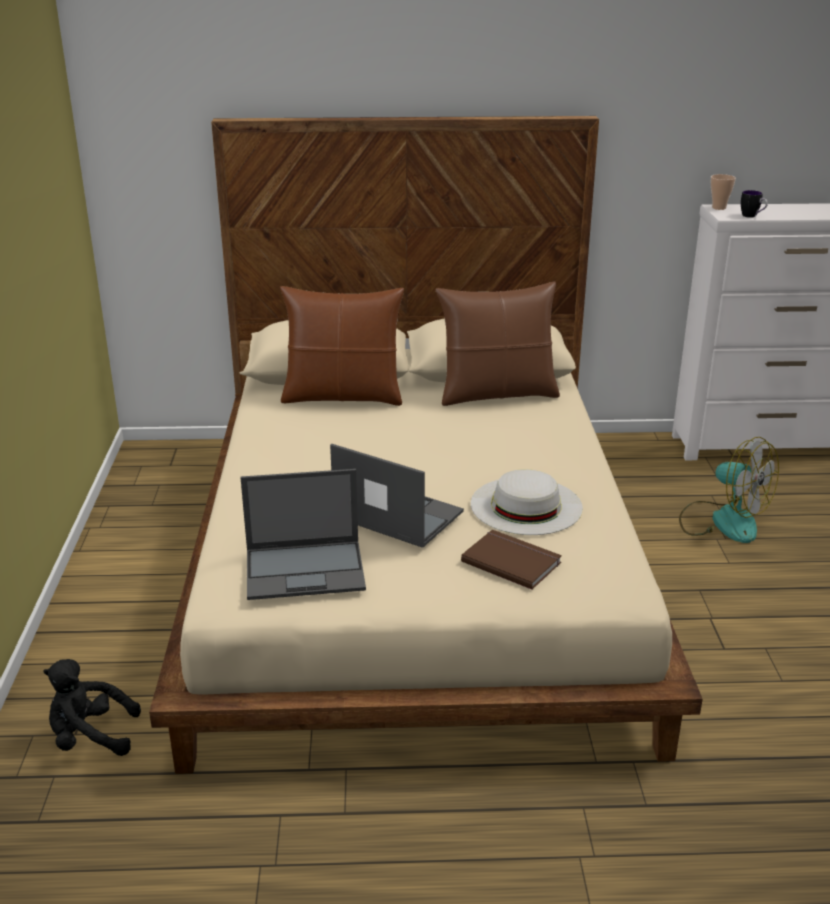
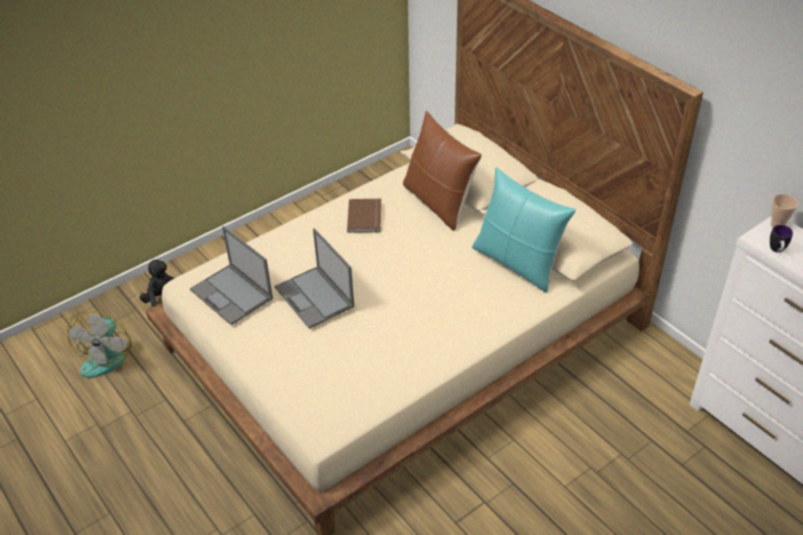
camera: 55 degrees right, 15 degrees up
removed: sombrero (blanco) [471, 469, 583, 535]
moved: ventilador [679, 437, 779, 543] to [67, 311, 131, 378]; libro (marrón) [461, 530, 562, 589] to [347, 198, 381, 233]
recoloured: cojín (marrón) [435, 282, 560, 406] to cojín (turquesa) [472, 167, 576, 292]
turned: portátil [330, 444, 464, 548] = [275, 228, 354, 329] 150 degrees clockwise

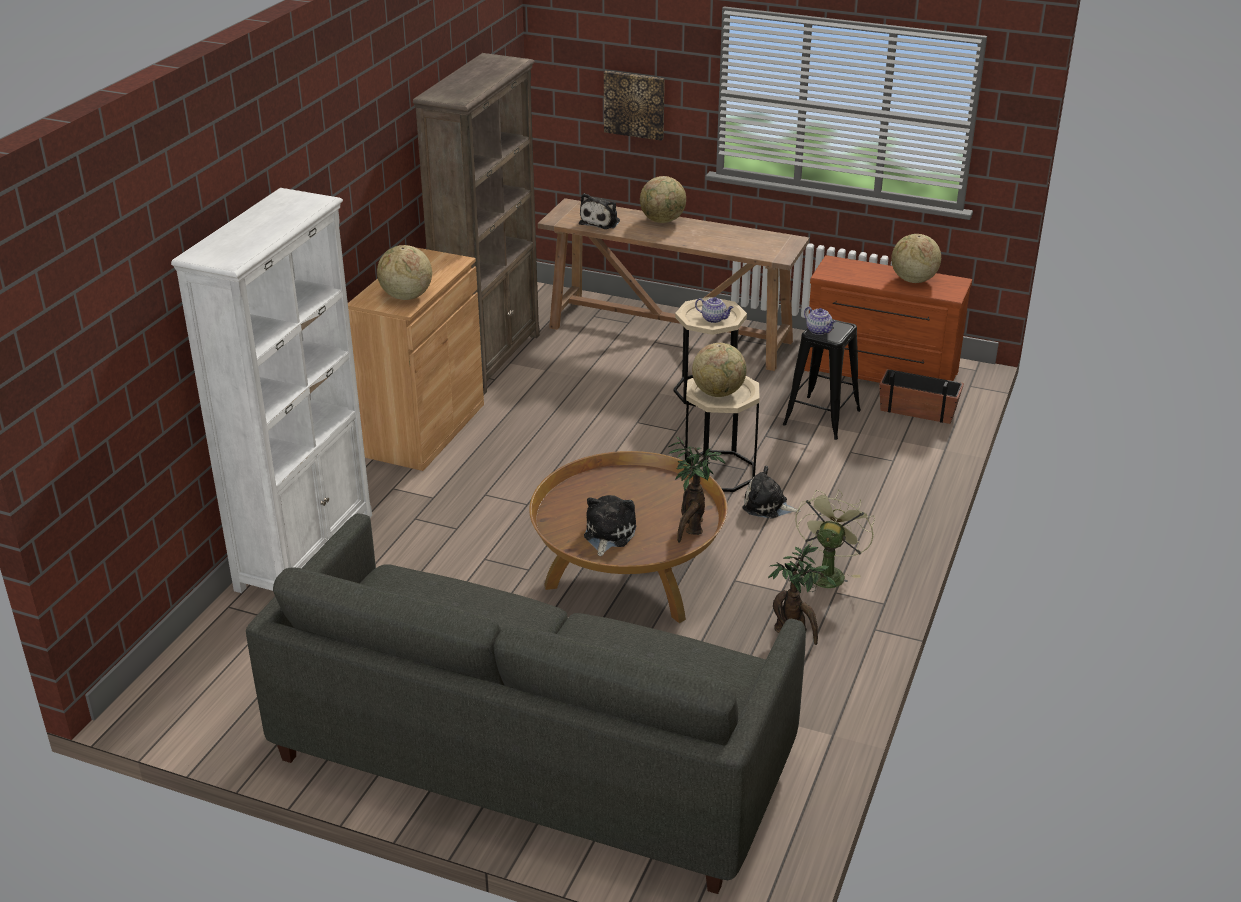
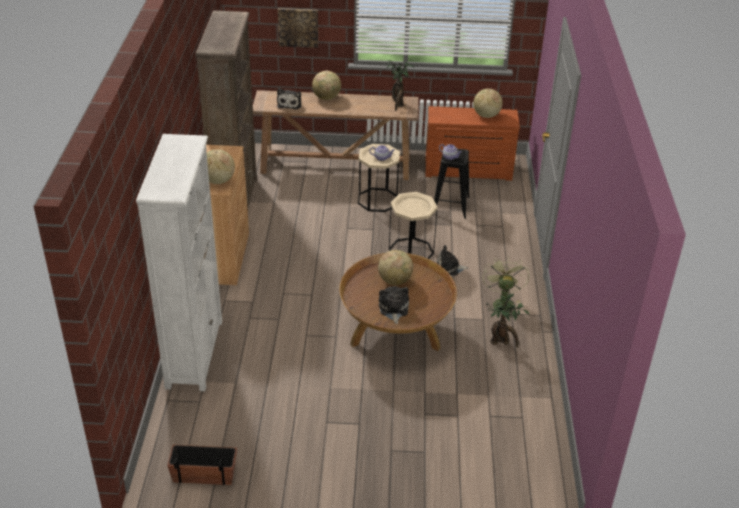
camera: 20 degrees left, 5 degrees up
removed: sofá (gris) [246, 513, 806, 894]
moved: globo terráqueo [692, 343, 747, 397] to [378, 250, 413, 285]; maceta [879, 369, 964, 424] to [167, 445, 237, 485]; planta en maceta [669, 437, 726, 543] to [385, 60, 414, 111]

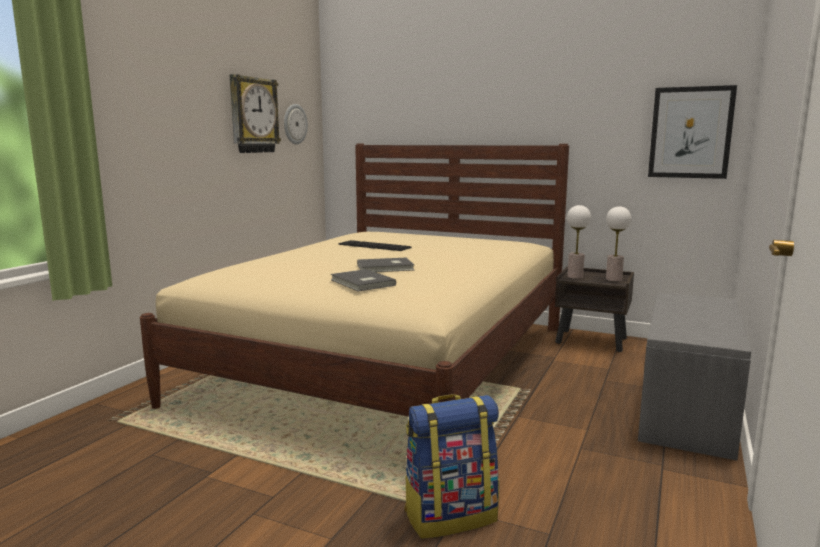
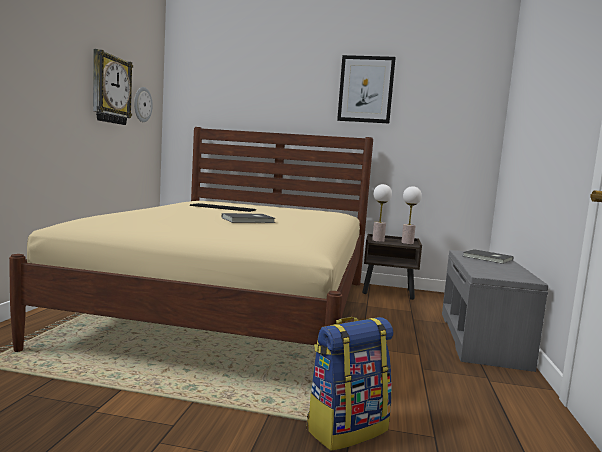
camera: 15 degrees left, 5 degrees down
moved: cuadro [648, 85, 737, 179] to [337, 55, 396, 123]; libro (gris) [330, 269, 396, 291] to [463, 249, 513, 264]

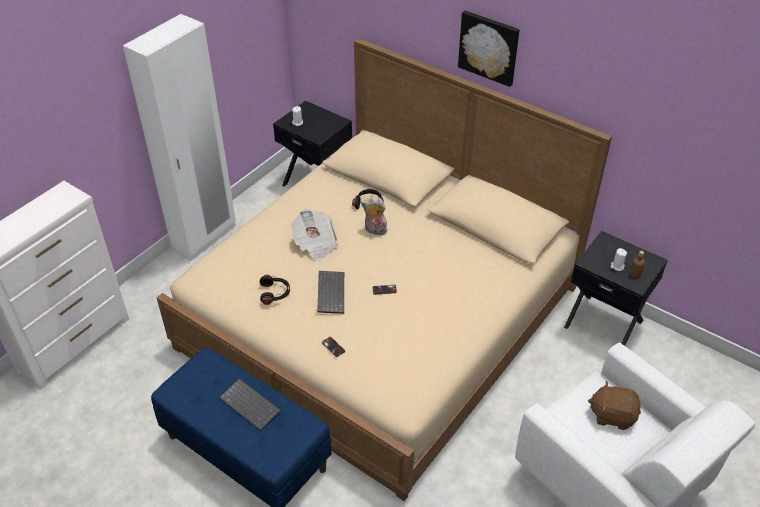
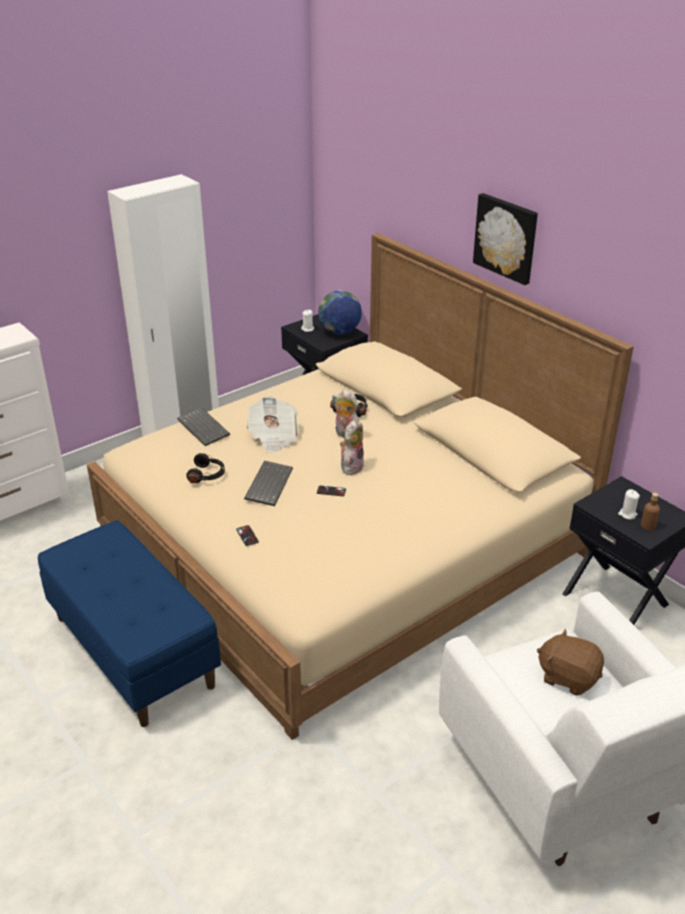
camera: 15 degrees right, 10 degrees down
added: globo terráqueo [318, 290, 362, 334]; peluche [340, 420, 364, 475]
moved: teclado [219, 379, 281, 431] to [177, 407, 230, 446]

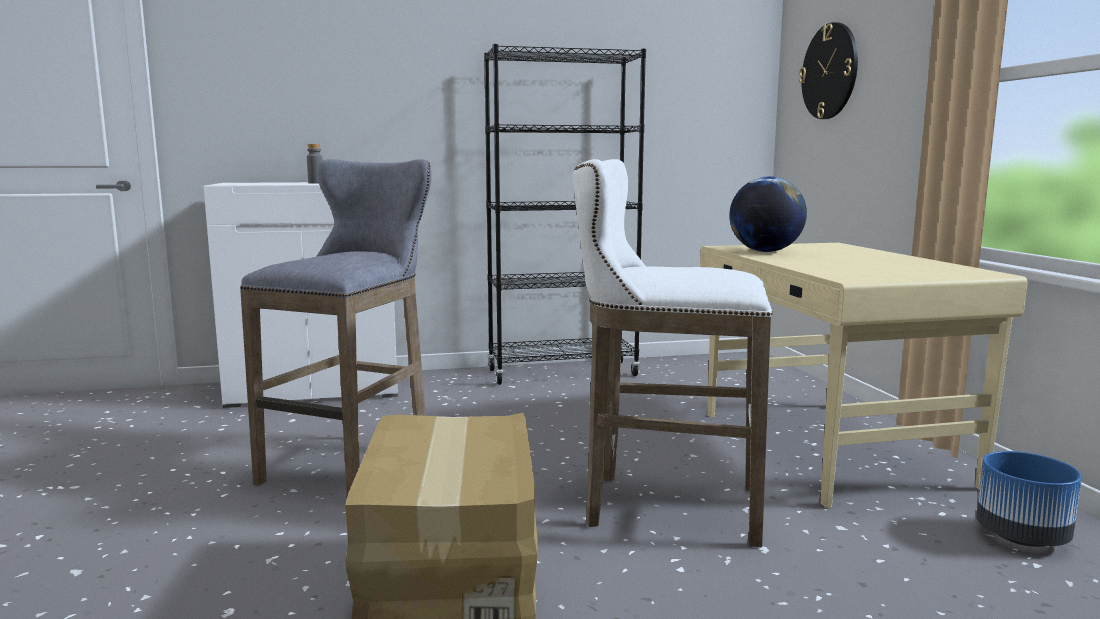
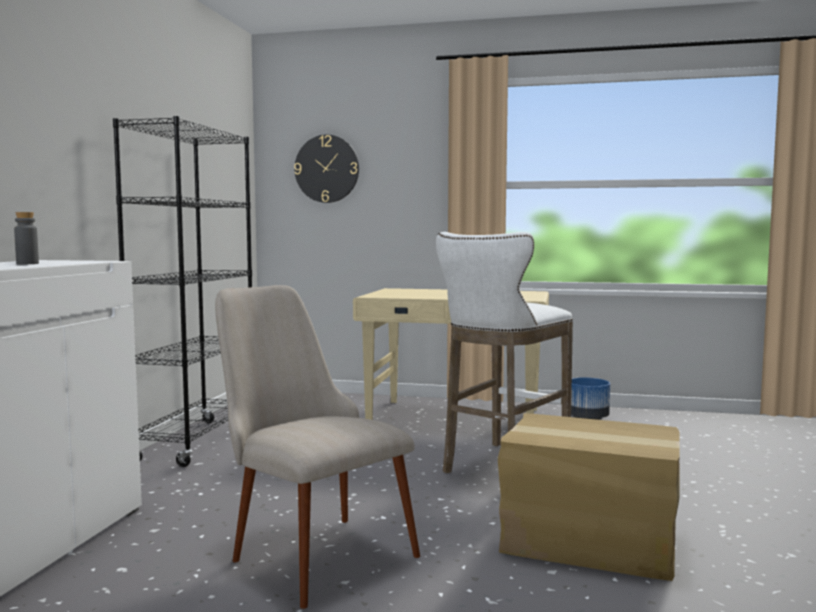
camera: 65 degrees left, 5 degrees down
removed: globo terráqueo [729, 176, 807, 252]
replaced: taburete (gris) [240, 159, 432, 497] to silla (beis) [215, 285, 420, 609]

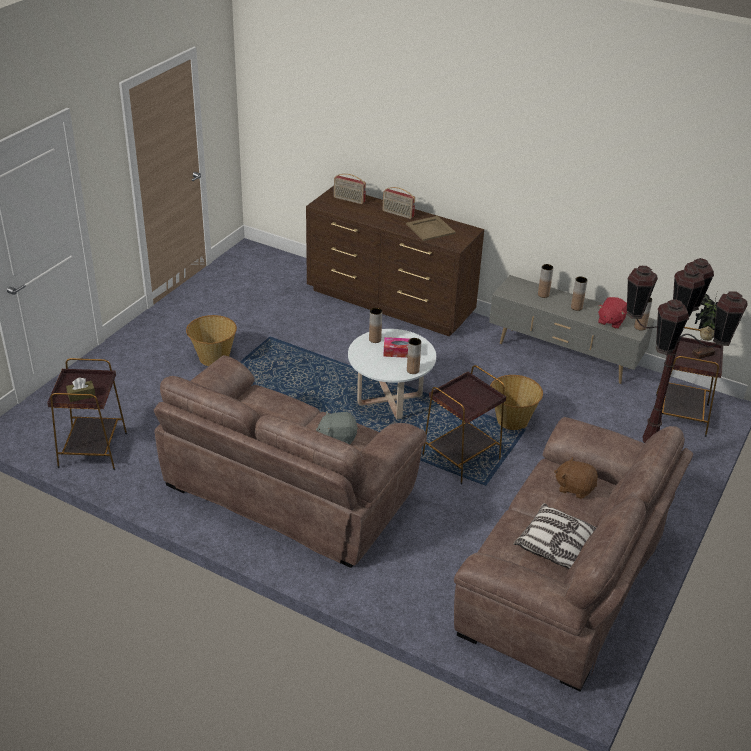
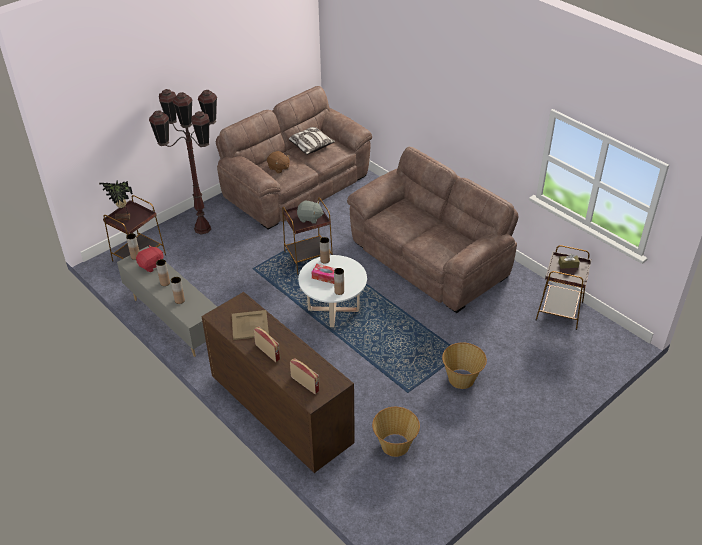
camera: 160 degrees left, 5 degrees up
moved: cesta [490, 375, 543, 430] to [372, 407, 420, 457]; peluche (gris) [316, 411, 358, 444] to [297, 201, 324, 224]

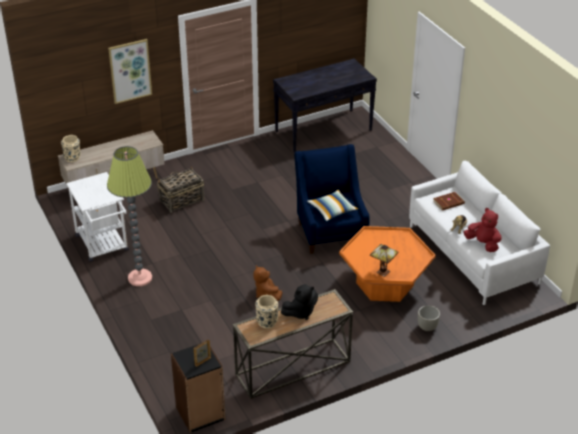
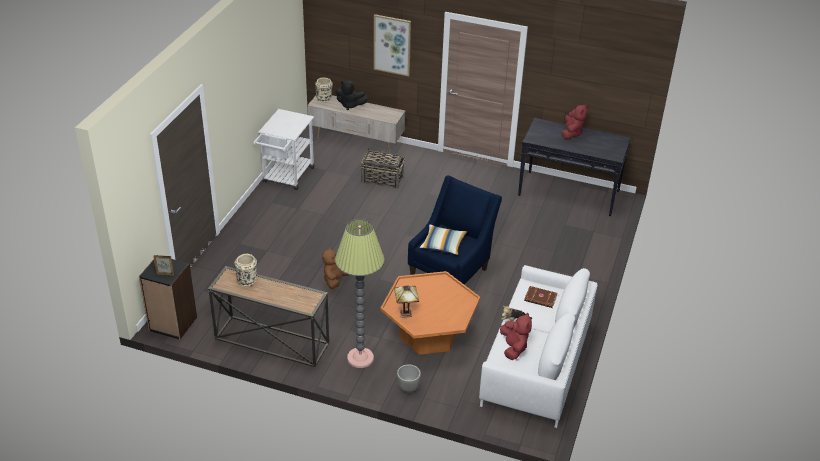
camera: 45 degrees right, 0 degrees up
added: peluche (rojo) [561, 104, 587, 139]
moved: lámpara de pie [107, 146, 152, 286] to [335, 219, 384, 368]; peluche (negro) [281, 284, 318, 320] to [336, 81, 368, 110]

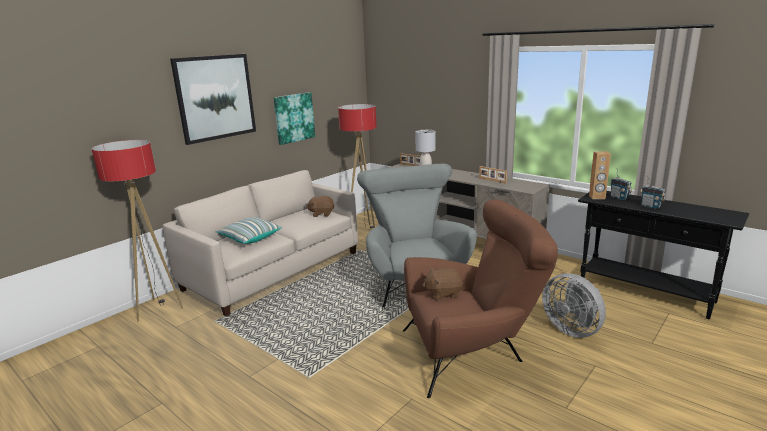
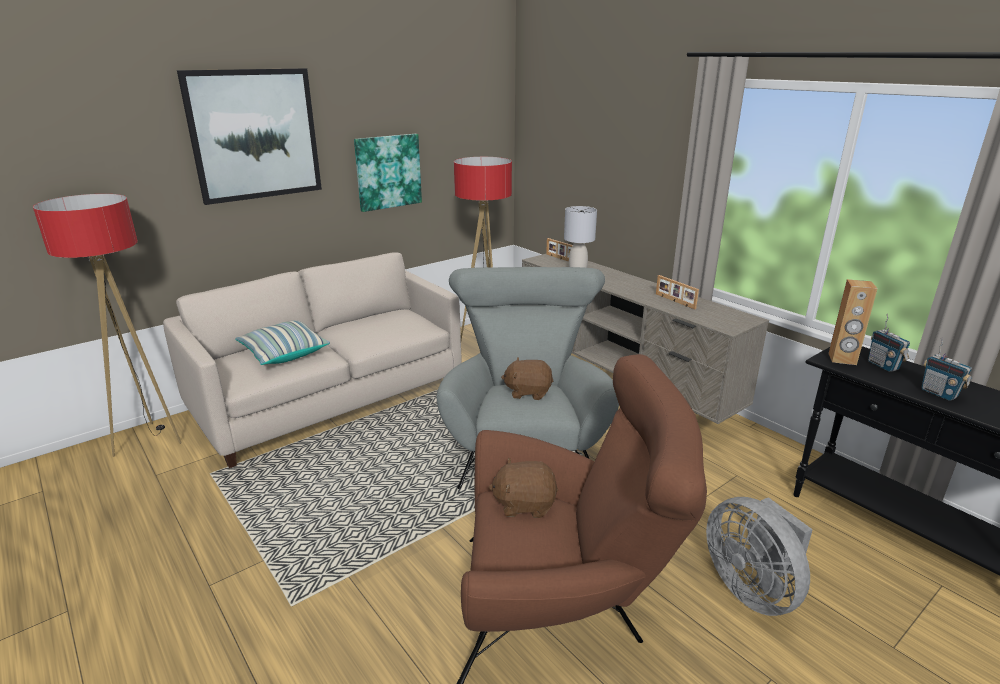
camera: 10 degrees right, 5 degrees up
moved: peluche (marrón) [306, 196, 335, 217] to [501, 357, 554, 400]

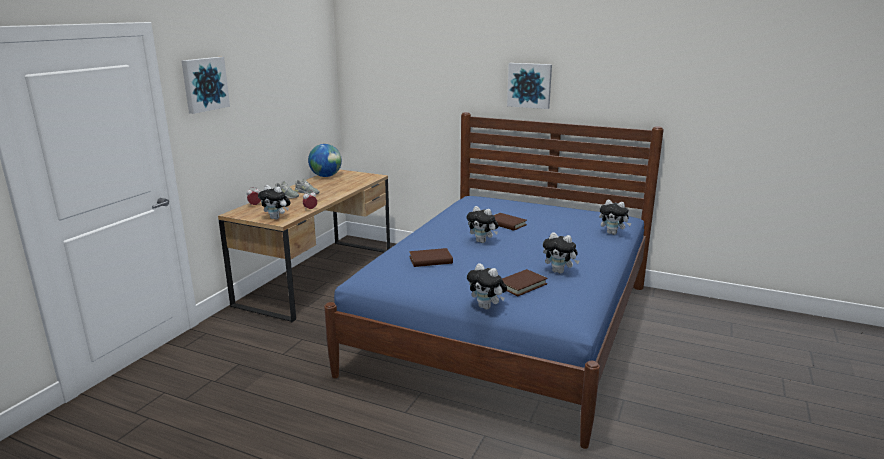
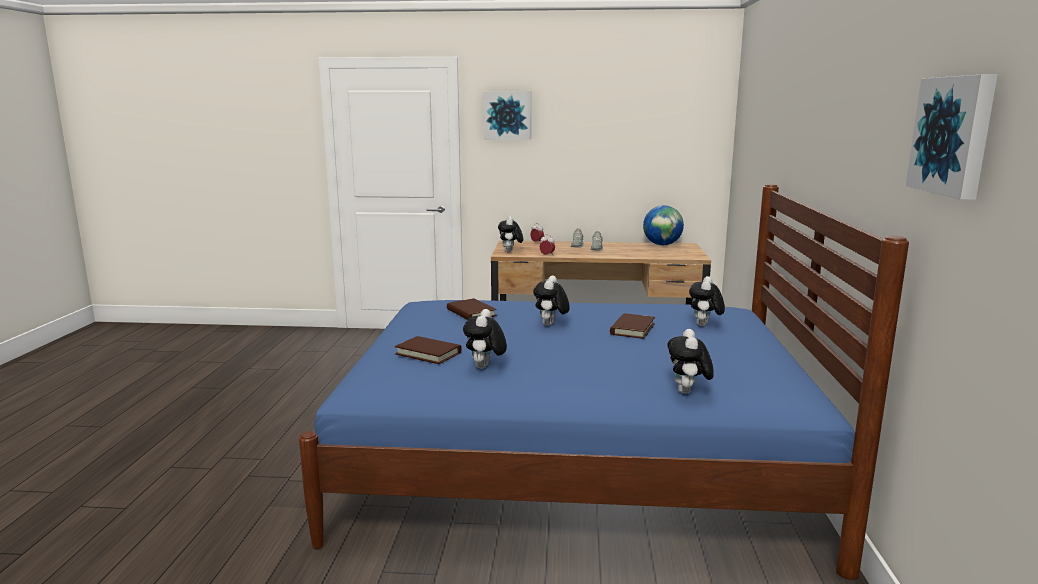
camera: 70 degrees right, 5 degrees down
moved: cuadro [507, 63, 552, 109] to [906, 75, 997, 200]; peluche [467, 263, 507, 310] to [689, 276, 725, 326]

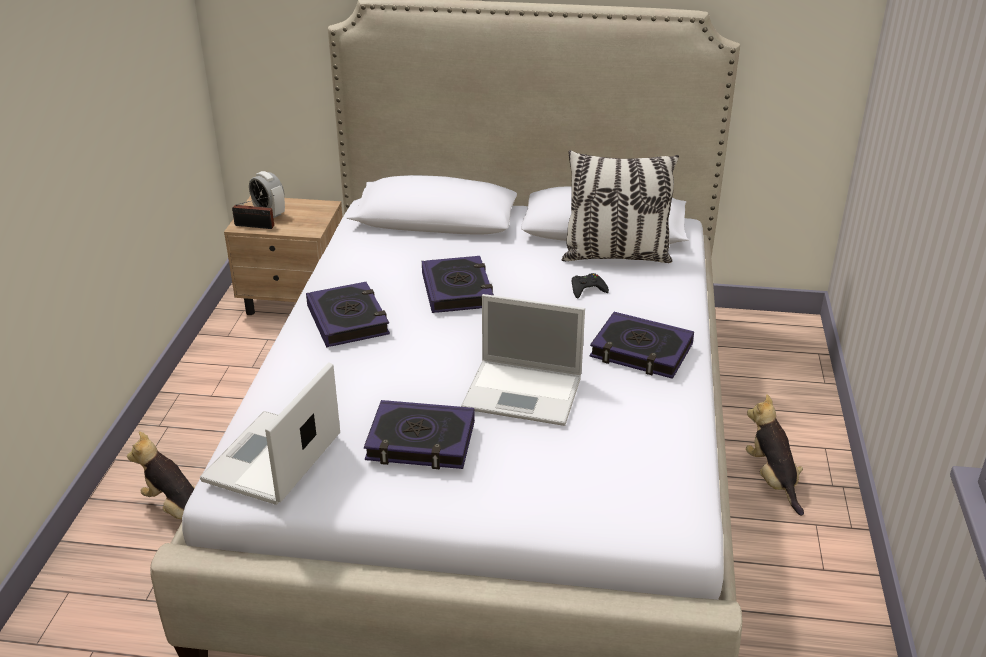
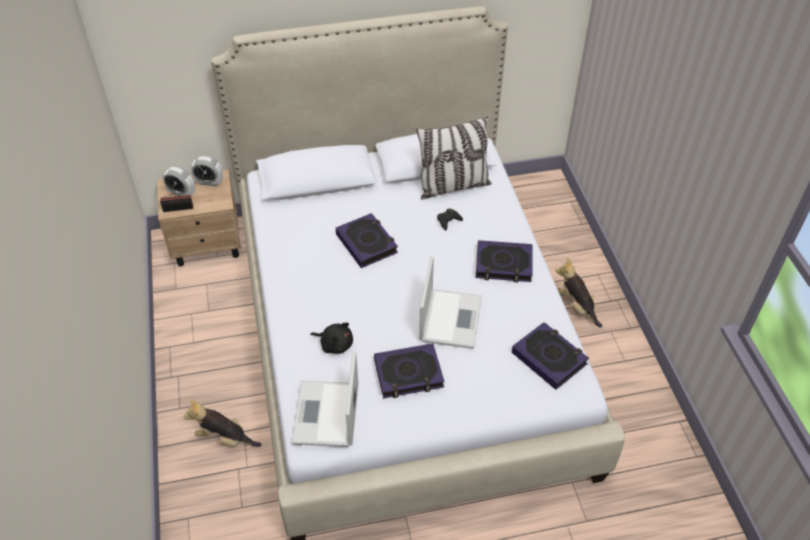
camera: 20 degrees left, 15 degrees up
added: despertador [191, 155, 223, 186]; peluche (negro) [310, 323, 353, 354]
moved: libro [306, 282, 390, 347] to [512, 322, 589, 390]
turned: portátil [461, 294, 585, 426] = [419, 256, 482, 349] 75 degrees counterclockwise

